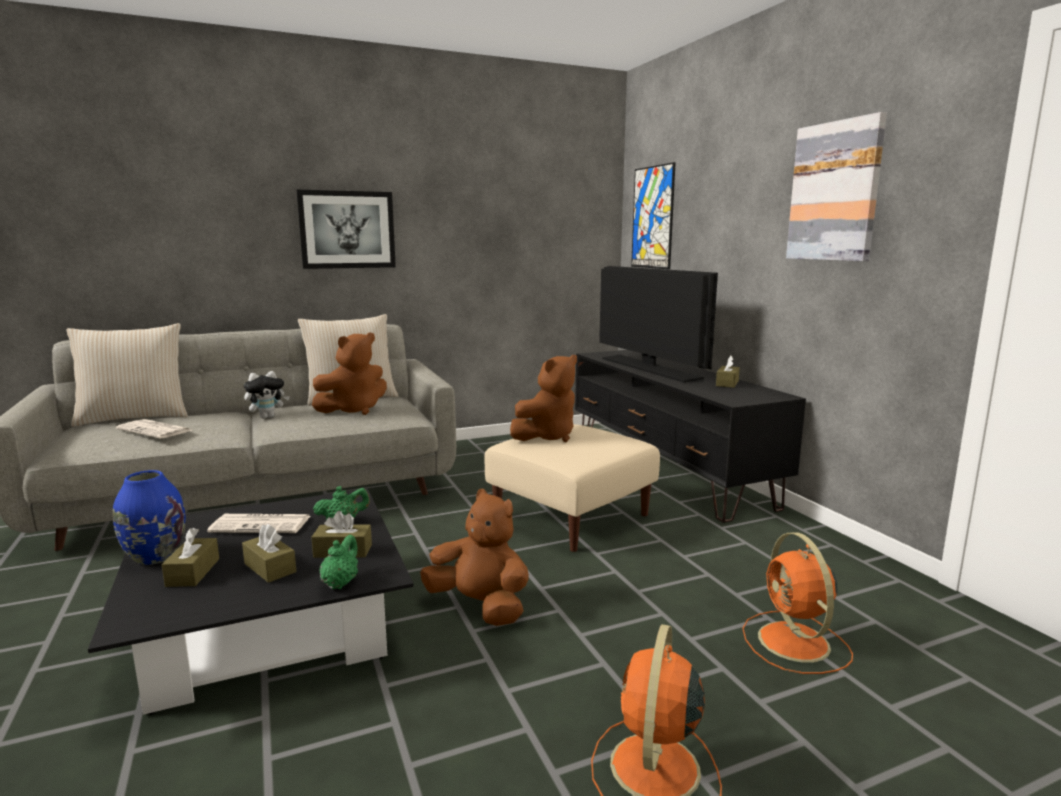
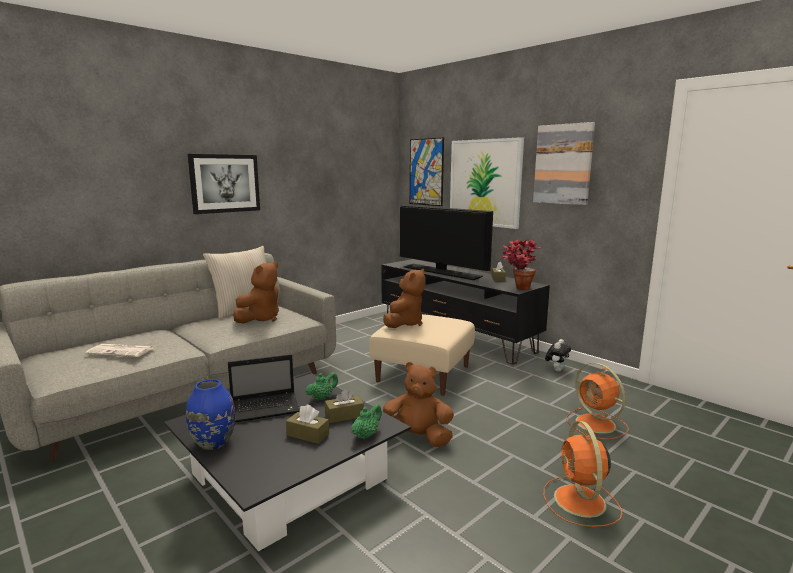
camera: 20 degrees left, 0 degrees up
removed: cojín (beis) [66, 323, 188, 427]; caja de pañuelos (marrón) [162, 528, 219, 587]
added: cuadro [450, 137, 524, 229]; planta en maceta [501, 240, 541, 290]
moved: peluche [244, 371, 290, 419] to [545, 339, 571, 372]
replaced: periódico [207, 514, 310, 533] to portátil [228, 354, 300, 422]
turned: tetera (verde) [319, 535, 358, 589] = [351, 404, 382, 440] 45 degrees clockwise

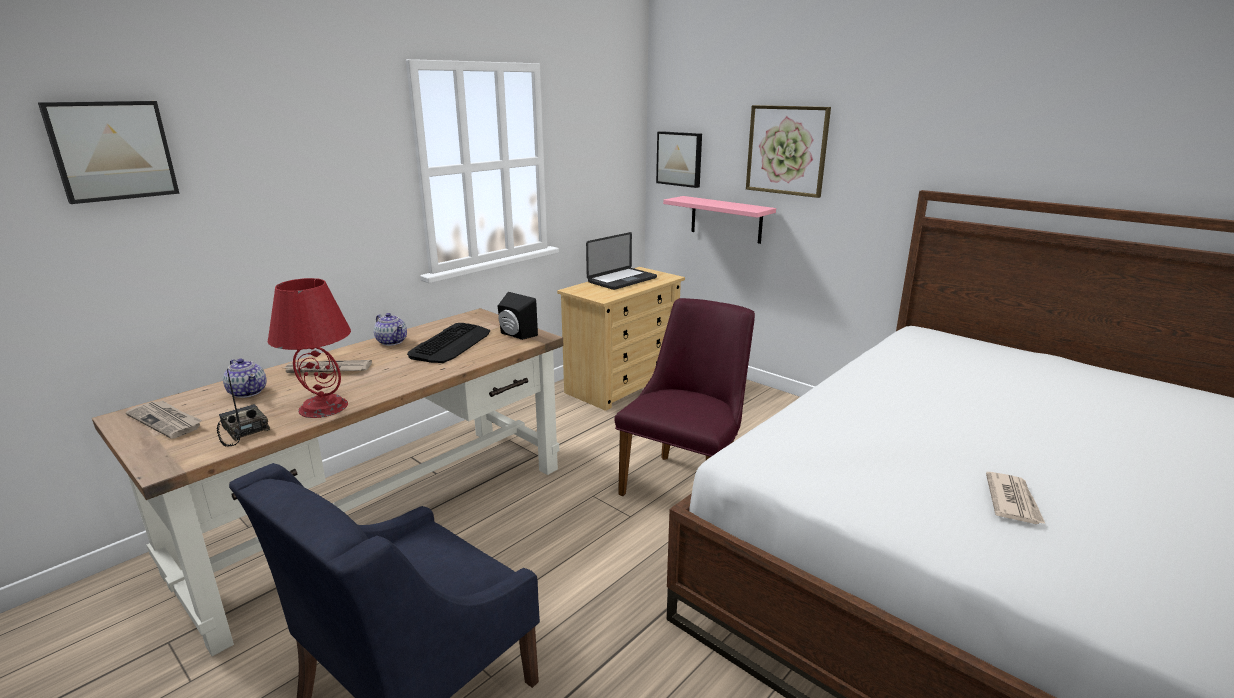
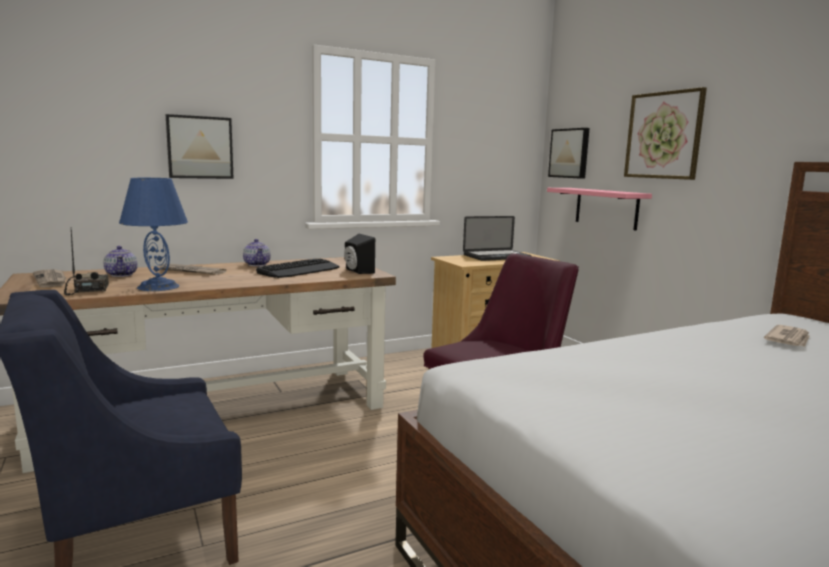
camera: 20 degrees right, 10 degrees down
moved: cuadro [38, 101, 180, 204] to [166, 114, 234, 179]; periódico [986, 472, 1045, 524] to [764, 325, 809, 347]
recoloured: lámpara de mesa (rojo) [268, 278, 351, 418] to lámpara de mesa (azul) [119, 178, 188, 291]

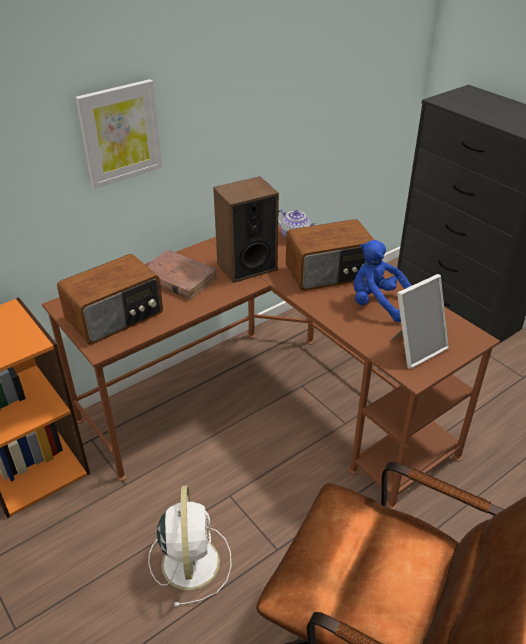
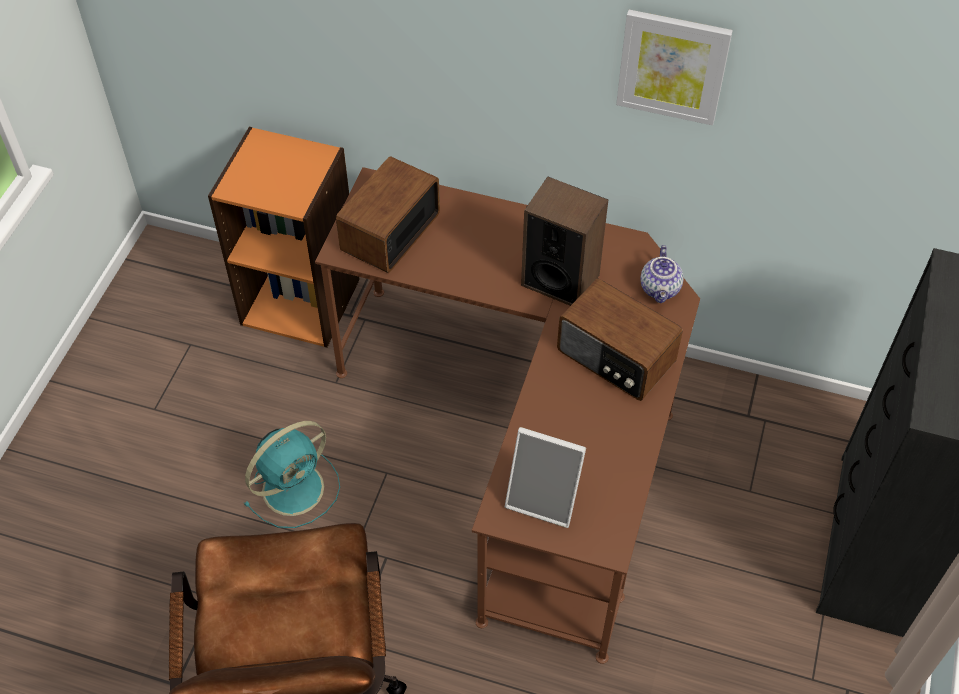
camera: 55 degrees right, 15 degrees up
removed: peluche (azul) [354, 240, 412, 322]; libro (marrón) [146, 250, 218, 300]
moved: cuadro [75, 79, 162, 189] to [616, 10, 733, 125]
recoloured: ventilador (blanco) [148, 485, 232, 607] to ventilador (turquesa) [244, 421, 340, 528]
turned: radio [57, 254, 163, 345] = [336, 156, 440, 273] 105 degrees clockwise

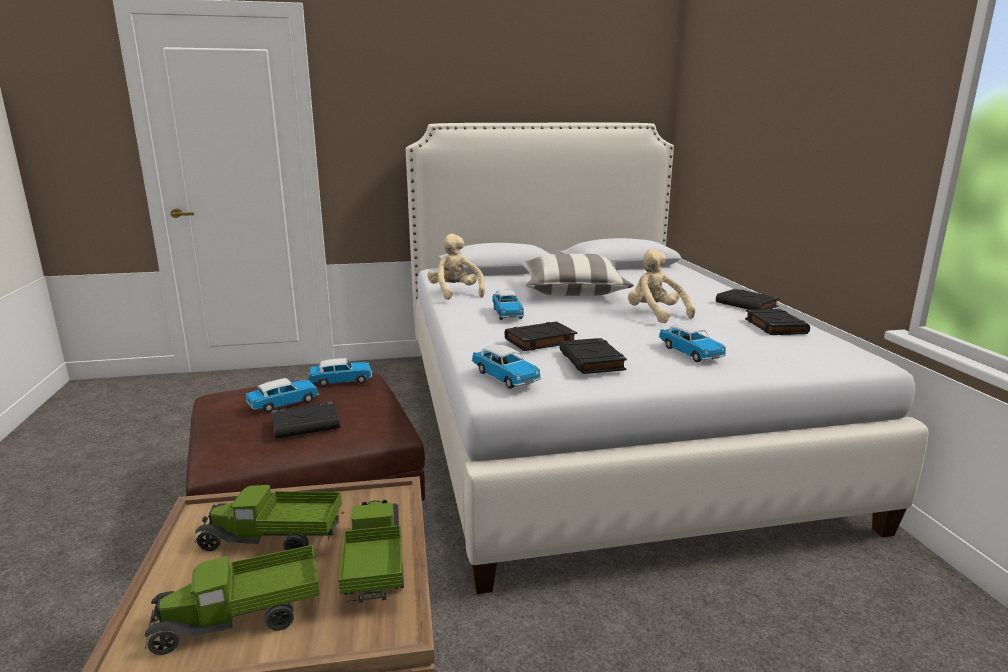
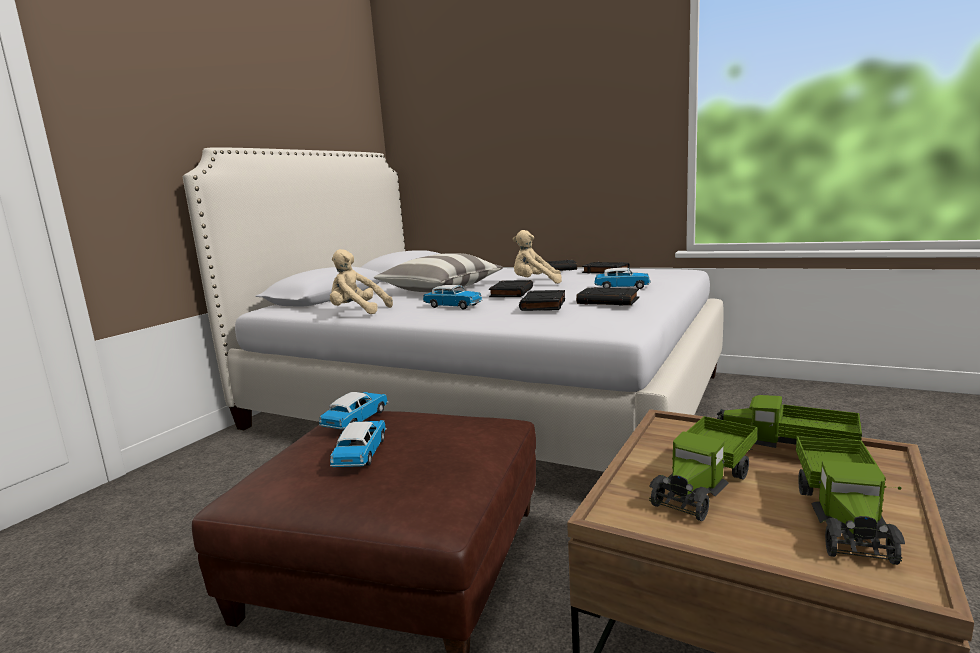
camera: 50 degrees left, 5 degrees down
removed: coche de juguete [472, 345, 541, 389]
moved: libro (negro) [271, 402, 340, 439] to [489, 280, 533, 297]

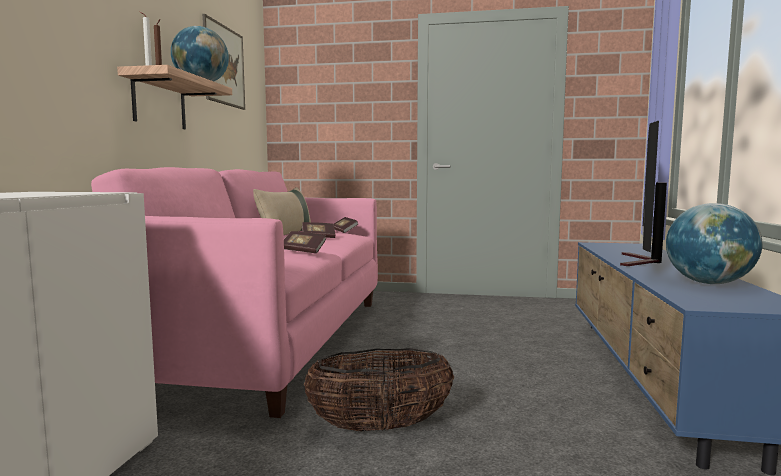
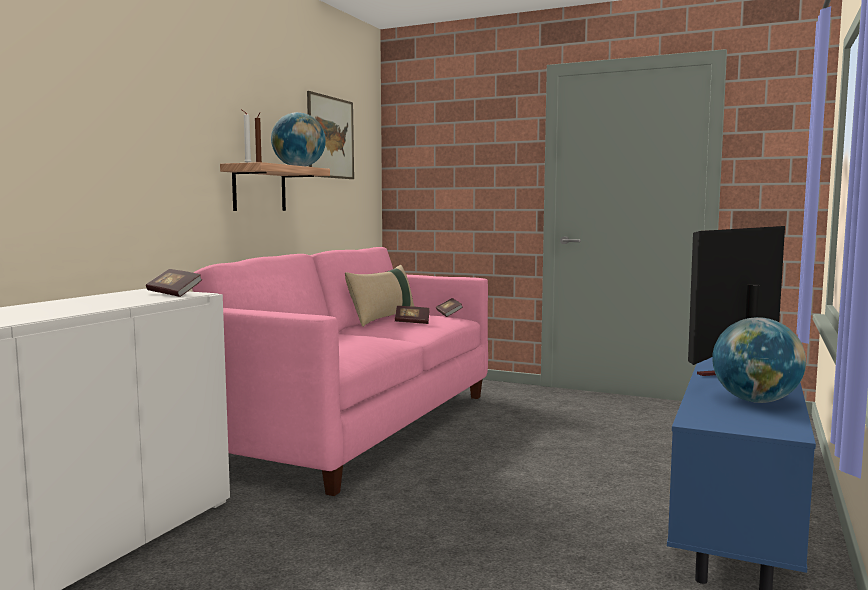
camera: 15 degrees right, 0 degrees up
removed: cesta [304, 348, 454, 432]
moved: libro [284, 231, 326, 253] to [146, 269, 203, 297]

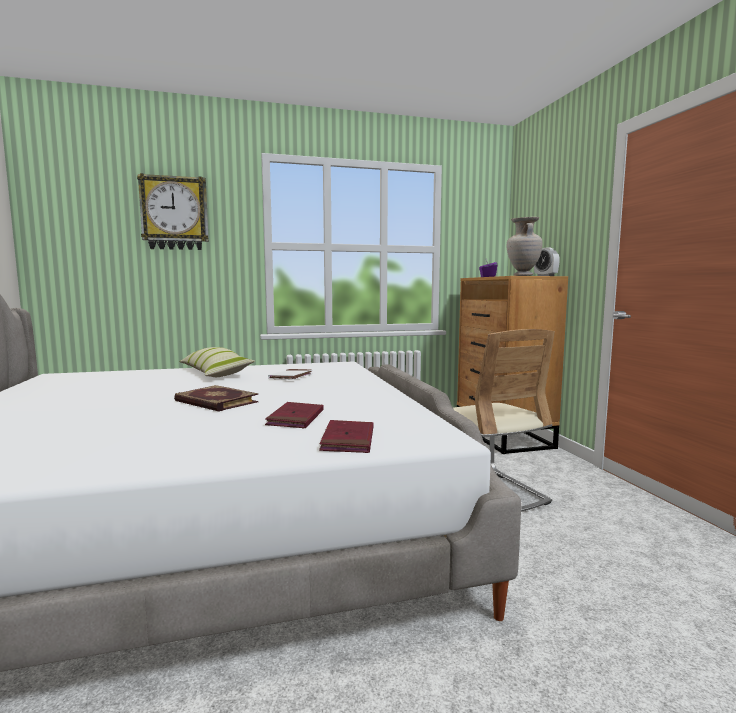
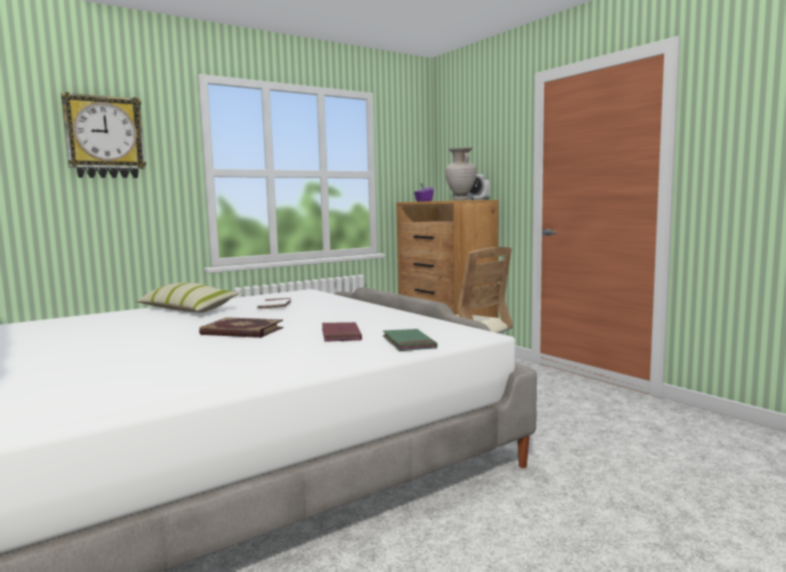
camera: 20 degrees left, 0 degrees up
recoloured: libro (rojo) [319, 420, 374, 453] to libro (verde) [383, 329, 437, 351]

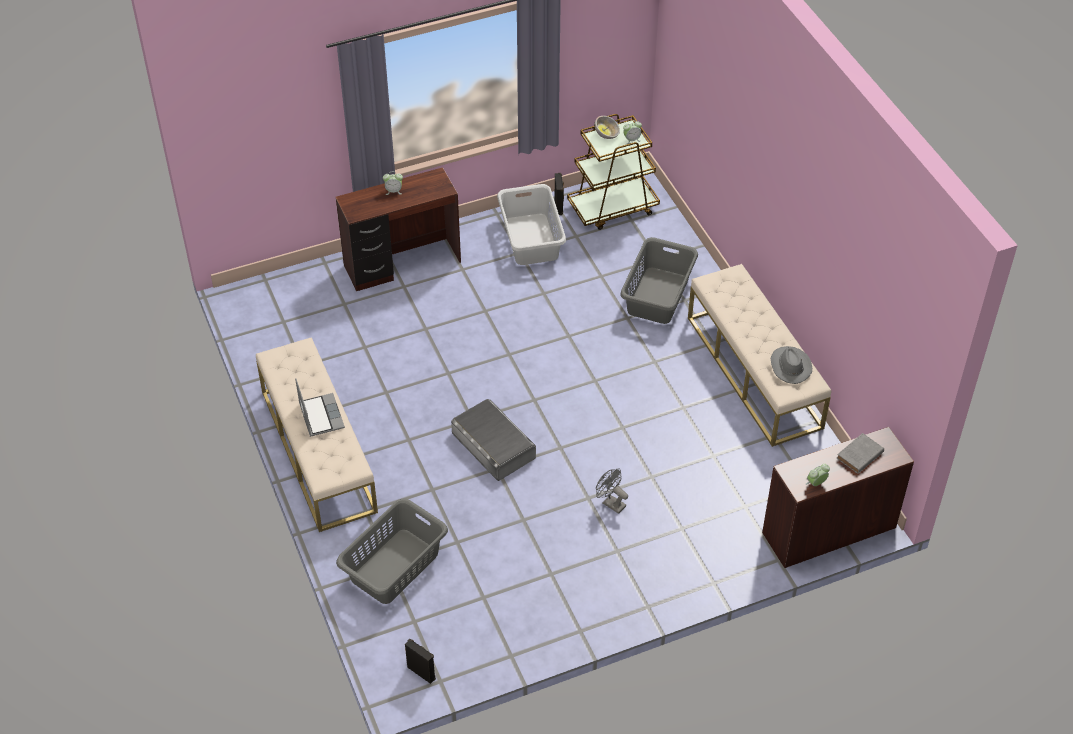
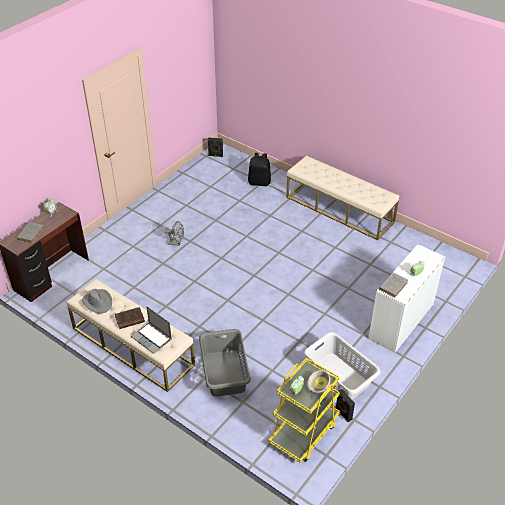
camera: 150 degrees right, 5 degrees down
removed: caja de almacenaje (gris) [451, 399, 536, 481]
added: libro (gris) [379, 272, 408, 298]; libro (marrón) [115, 307, 145, 329]
moved: portátil [295, 379, 345, 437] to [131, 306, 172, 354]
replaced: cesto de la ropa (gris) [336, 499, 448, 604] to mochila (negro) [248, 153, 271, 186]
recoloured: carrito (marrón) [567, 114, 660, 230] to carrito (amarillo) [269, 358, 340, 463]; escritorio (marrón) [336, 167, 461, 291] to escritorio (blanco) [368, 244, 445, 353]

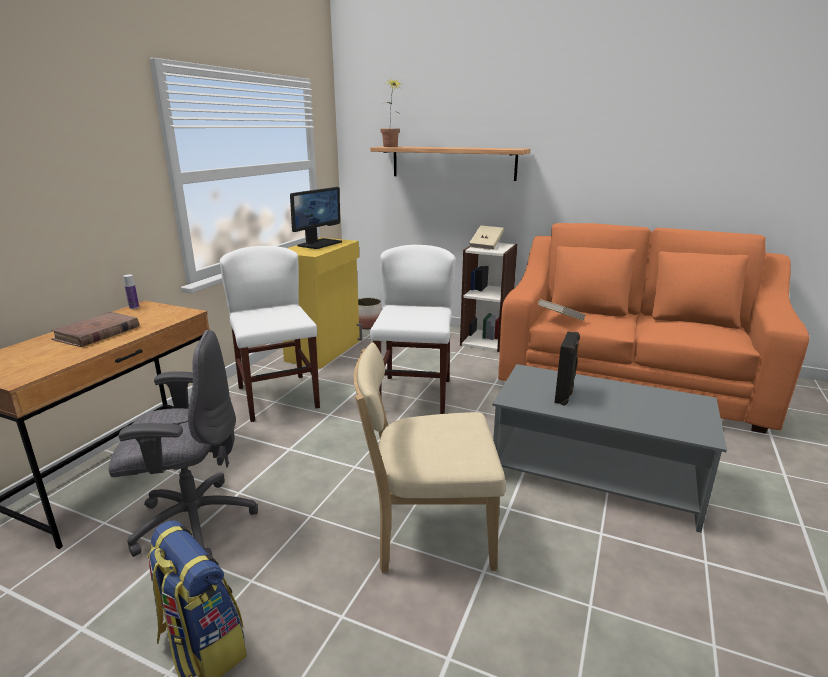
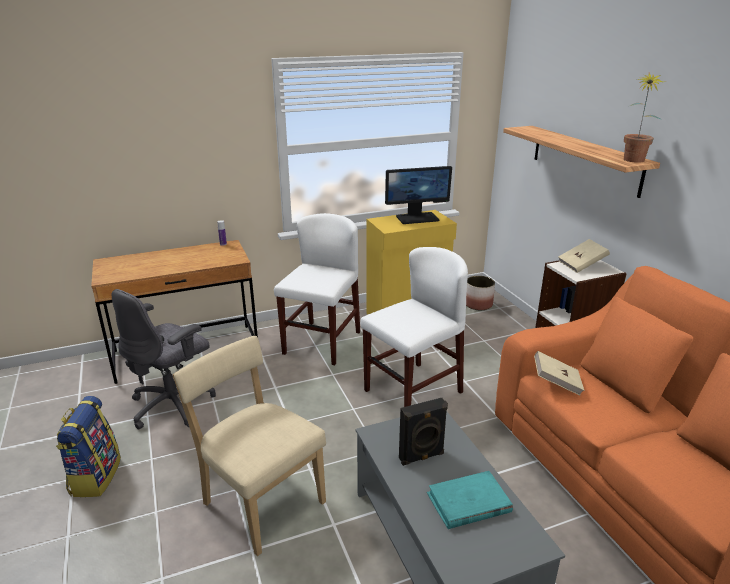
camera: 45 degrees right, 5 degrees up
removed: libro (marrón) [51, 312, 139, 347]
added: libro (turquesa) [427, 471, 513, 529]
moved: planta en maceta [380, 79, 401, 147] to [624, 73, 663, 163]
turned: silla de oficina (gris) [109, 330, 258, 557] = [112, 289, 216, 430] 90 degrees clockwise

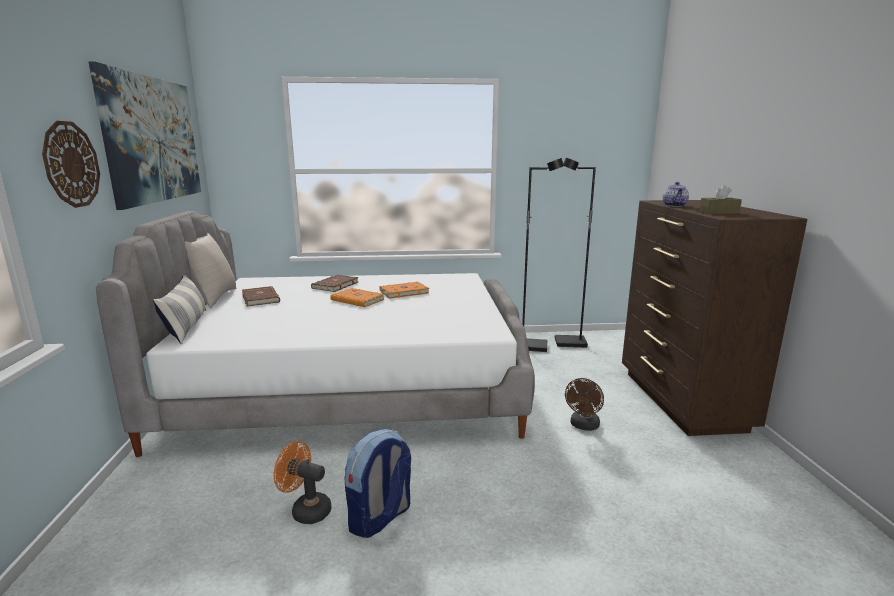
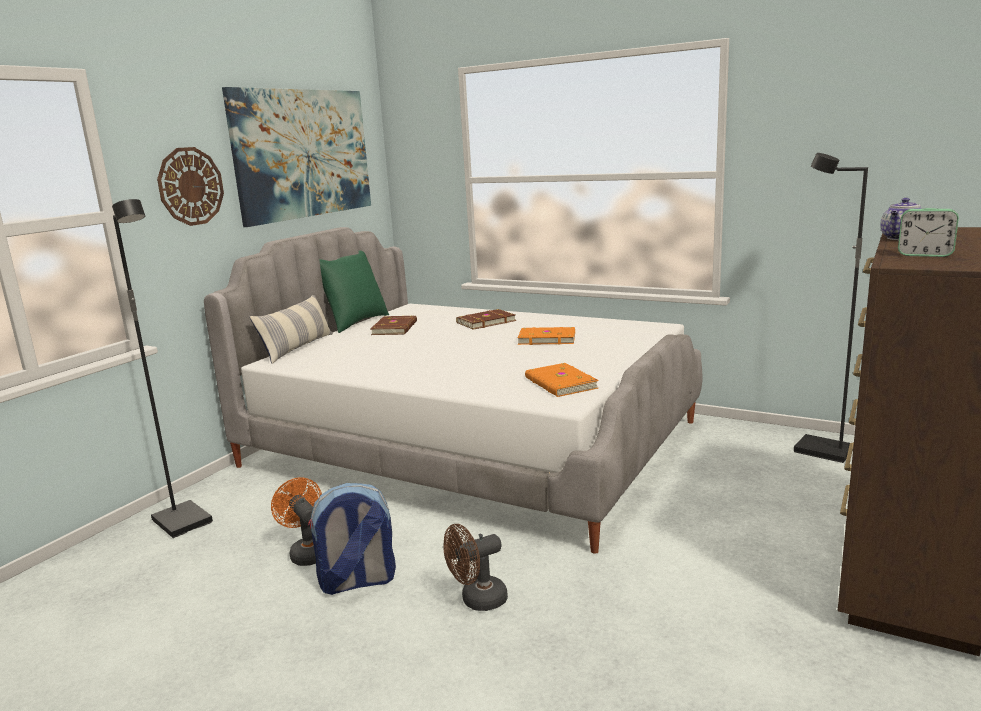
camera: 35 degrees right, 0 degrees up
moved: lámpara de pie (negro) [522, 158, 564, 352] to [112, 199, 213, 538]; libro (naranja) [330, 288, 385, 307] to [525, 363, 598, 397]; ventilador (marrón) [565, 378, 604, 431] to [443, 524, 508, 611]
replaced: caja de pañuelos (marrón) [699, 185, 742, 214] to despertador [898, 208, 959, 257]
recoloured: cojín (beis) [185, 233, 236, 309] to cojín (verde) [319, 251, 389, 333]

